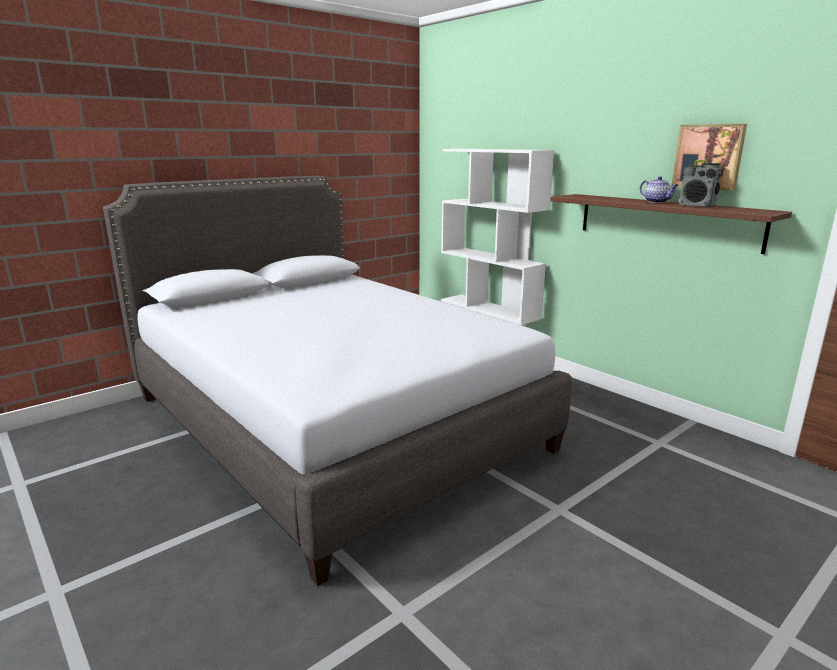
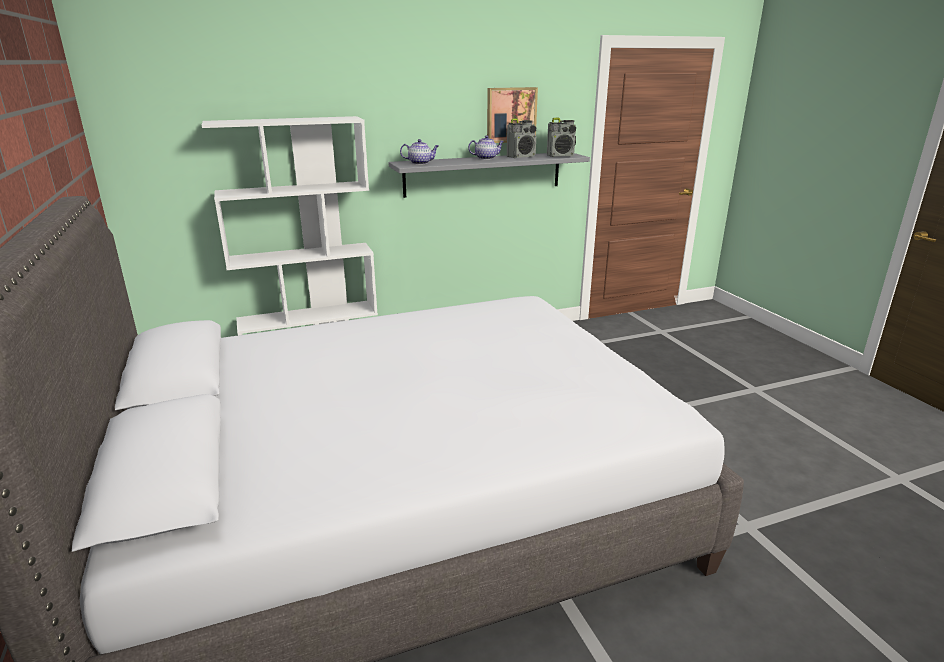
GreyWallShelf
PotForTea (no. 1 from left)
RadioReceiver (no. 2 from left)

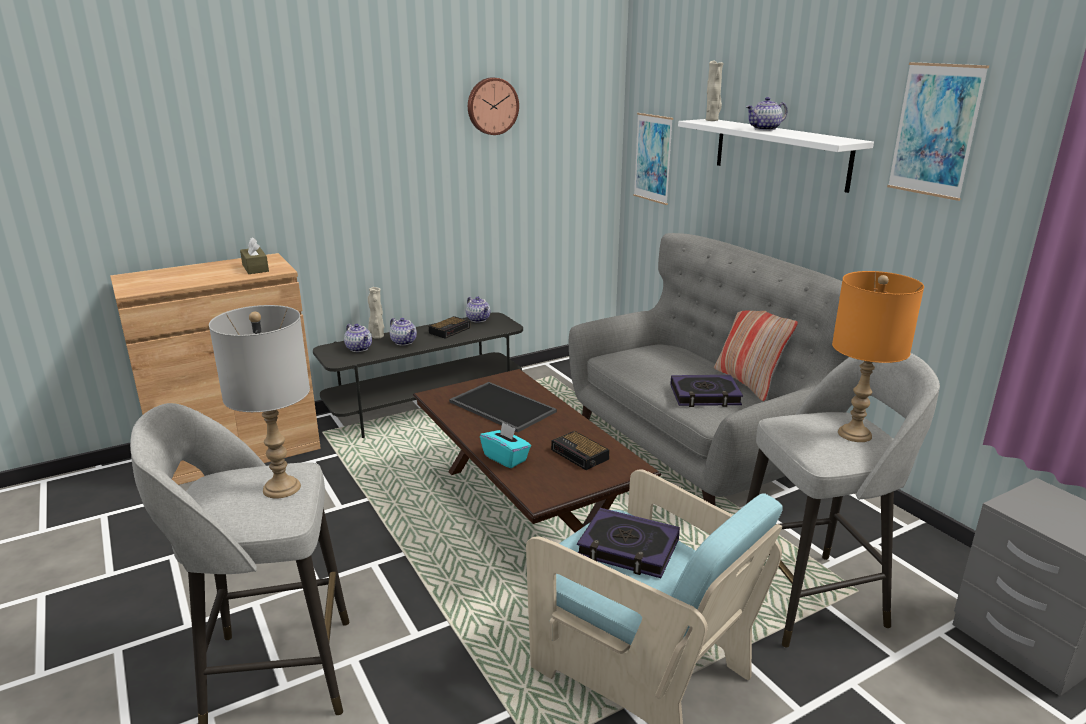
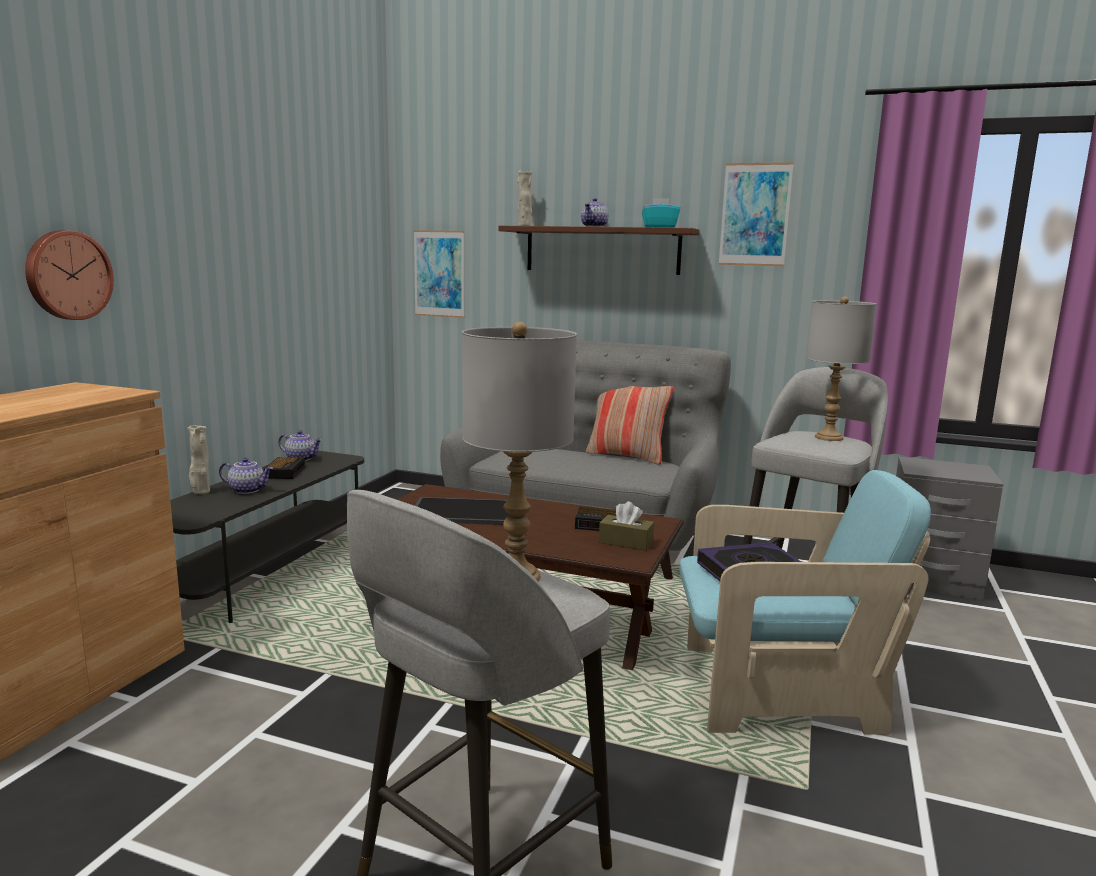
ClockOnTheWall
BrownWallShelf
BrownTissueBox
TurquoiseTissueBox
GreyTableLamp (no. 2 from left)
PotForTea (no. 1 from left in the first image)
Book (no. 2 from left in the first image)

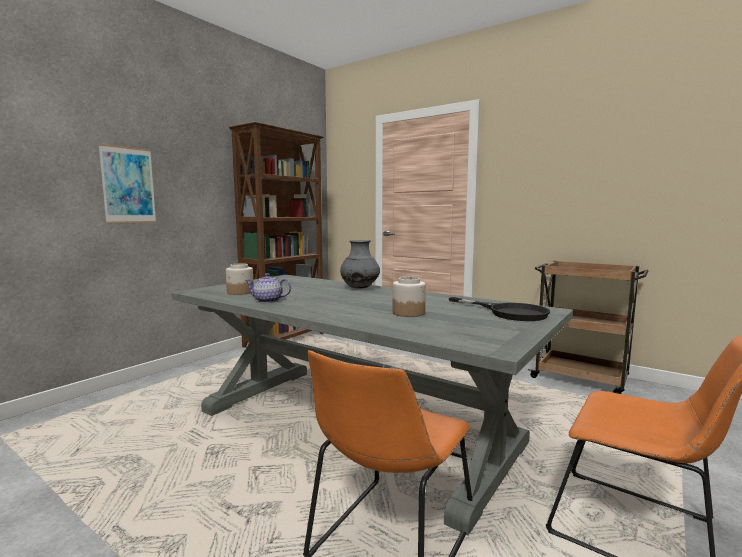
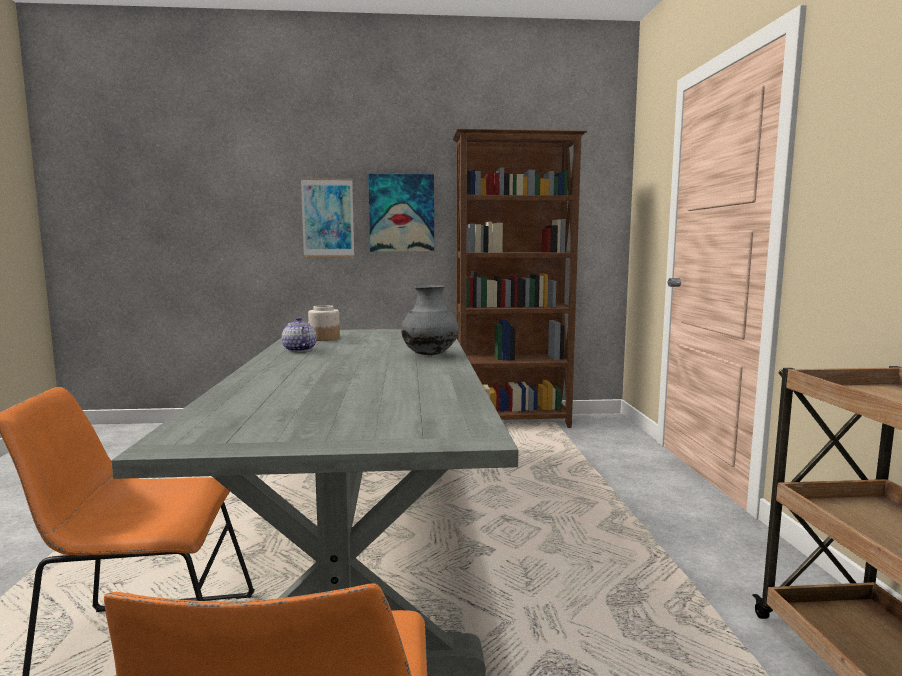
WallArt (no. 2 from left)
Jar (no. 2 from left in the first image)
BlackishPan

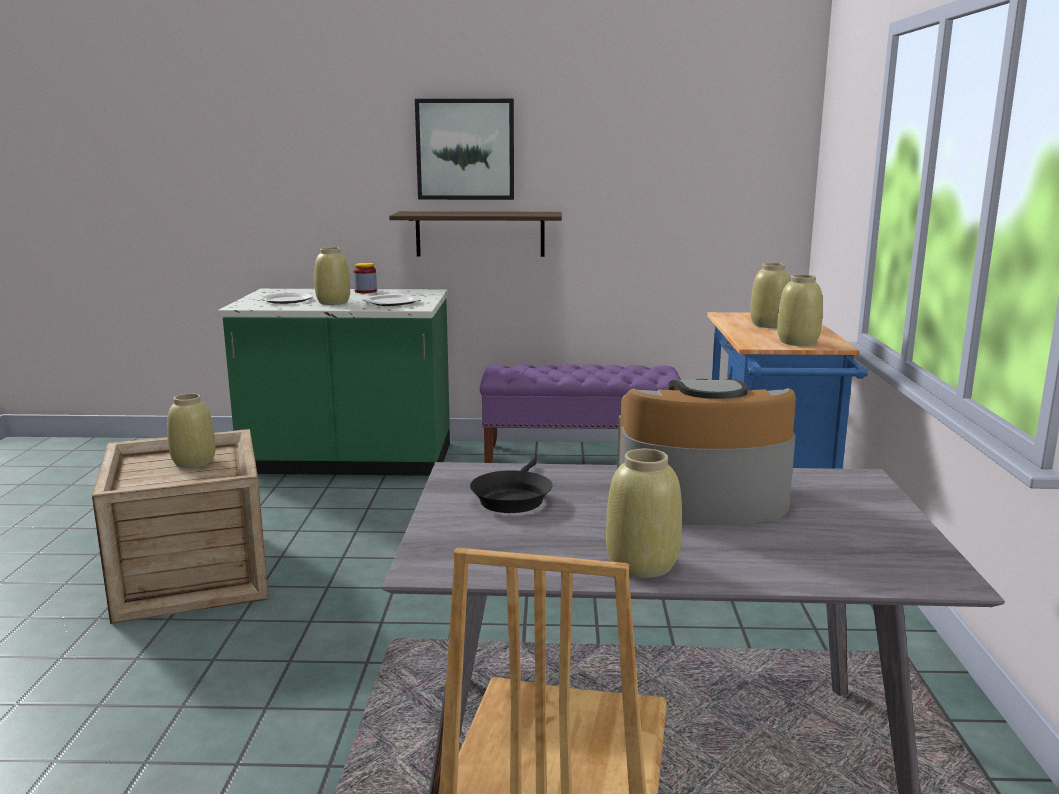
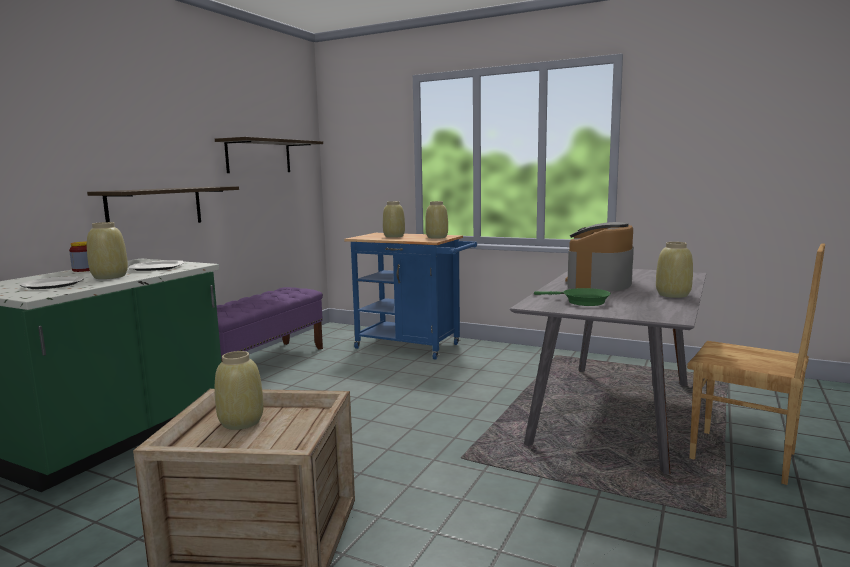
WallShelf (no. 2 from left)
GreenPan
WallArt

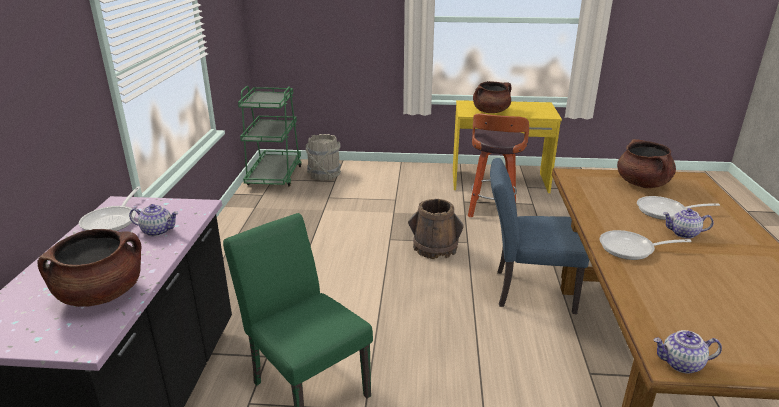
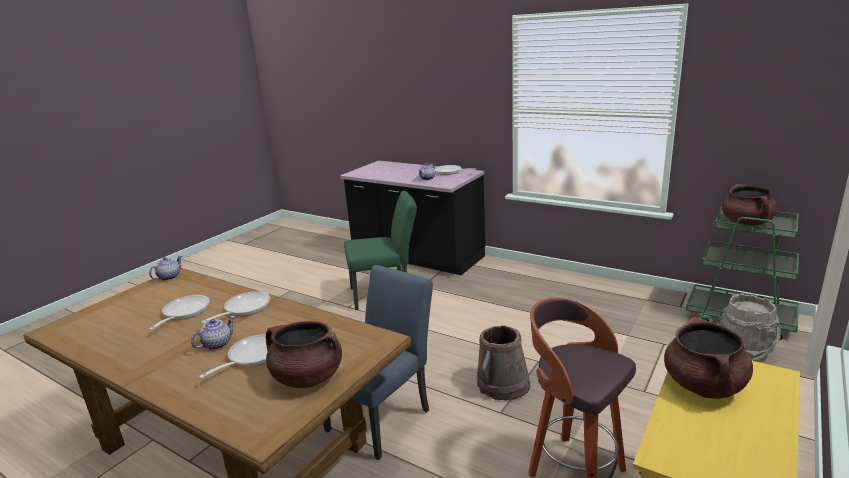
Pan (no. 1 from left)
BrownSaucepot (no. 3 from left)

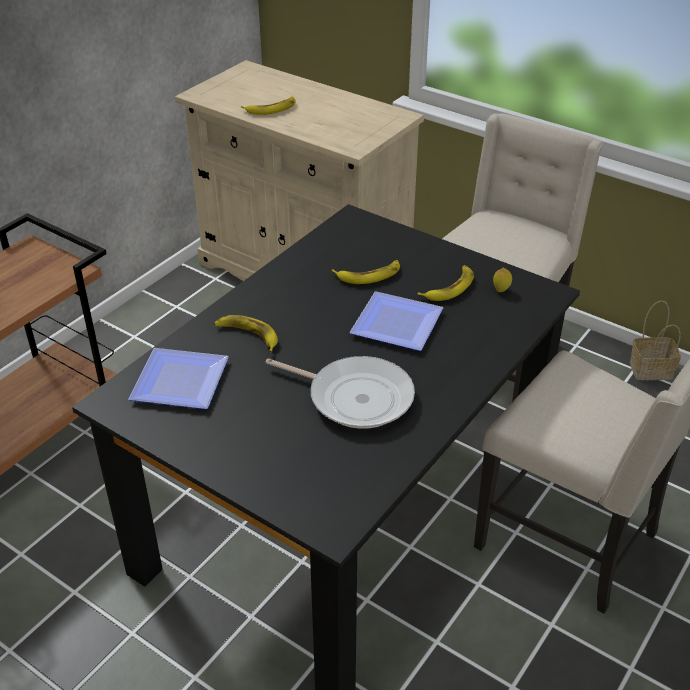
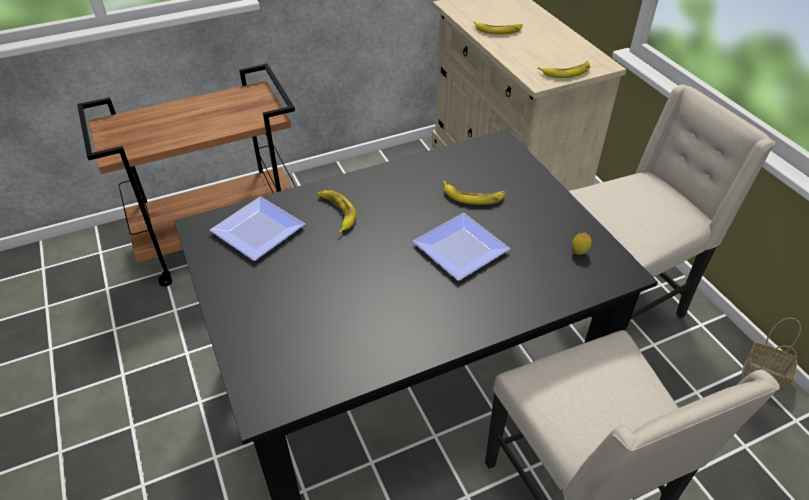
BananaFruit (no. 4 from left)
Pan

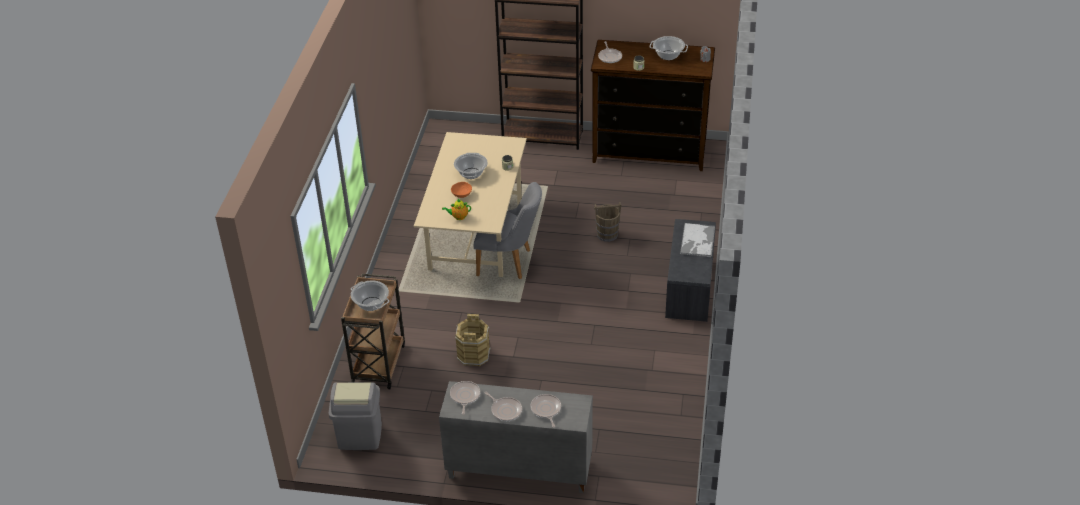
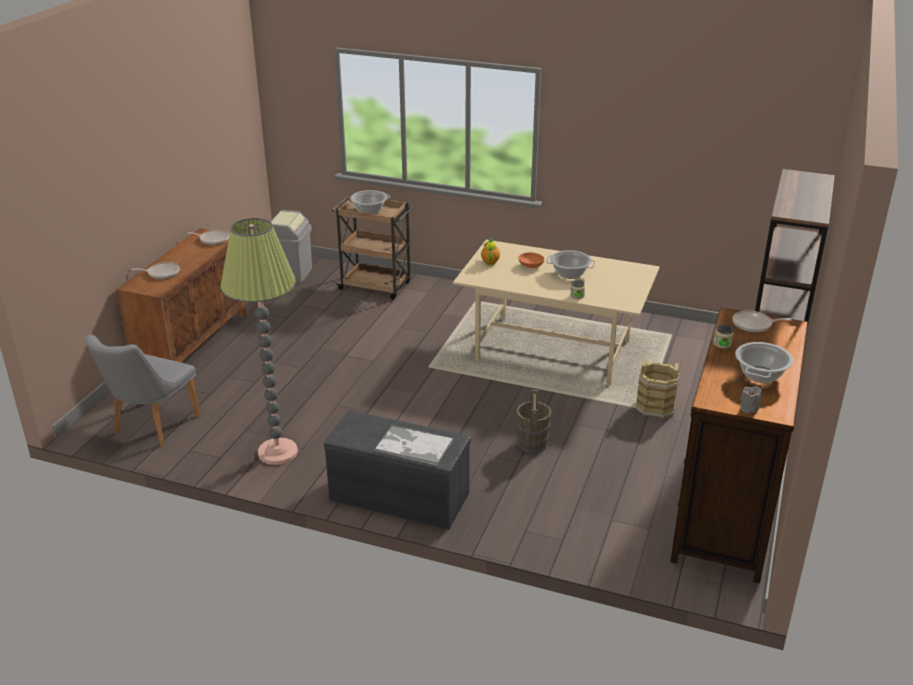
GreyChair
BrownCupboard
StandingLamp
BrownBucket (no. 2 from left)
Pan (no. 2 from left in the first image)

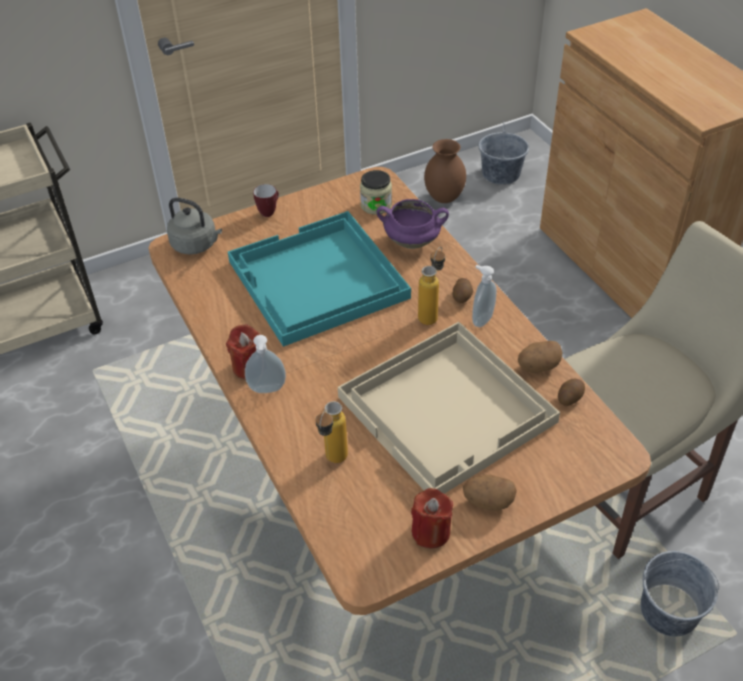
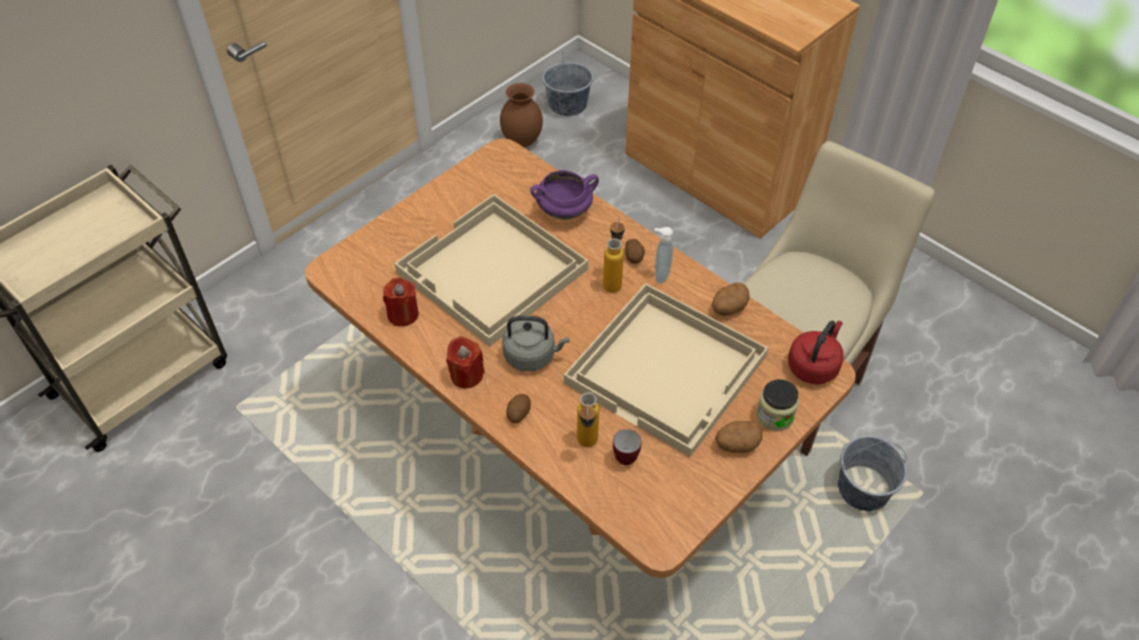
ReddishWaxLight (no. 1 from left)
SandColouredCarryingTray (no. 1 from left)
GreyWaterKettle
Spud (no. 1 from left)
CoffeeMug
Jar
ReddishWaterKettle
LiquidSoapBottle (no. 1 from left in the first image)

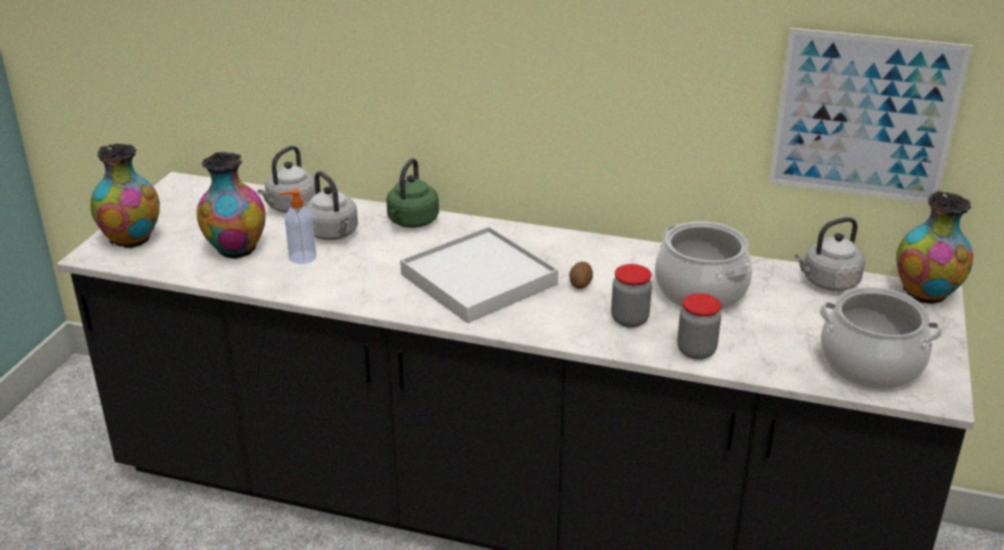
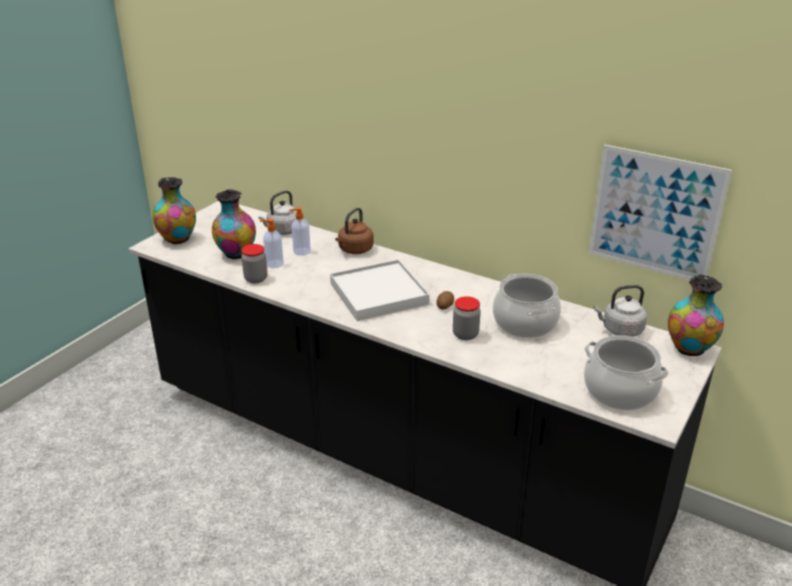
Jar (no. 1 from left)
LiquidSoapBottle (no. 2 from left)
BrownWaterKettle

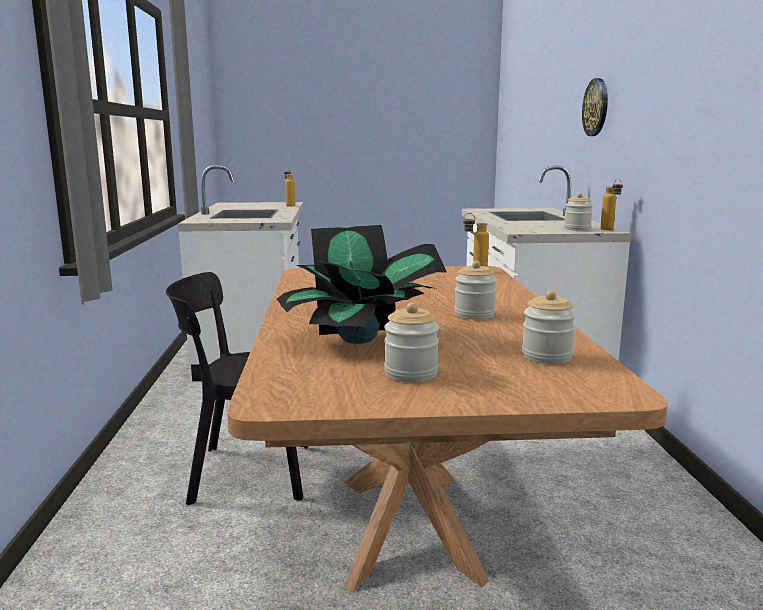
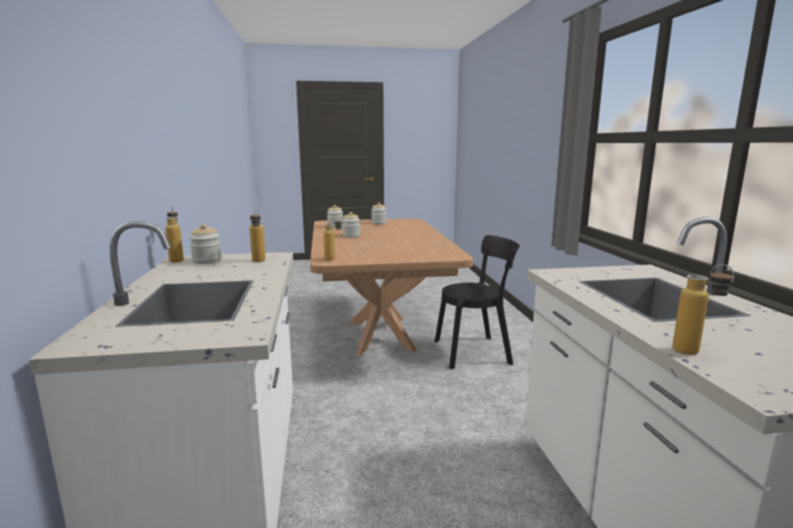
BeverageBottle (no. 2 from left)
PlantInAPot
ClockOnTheWall

